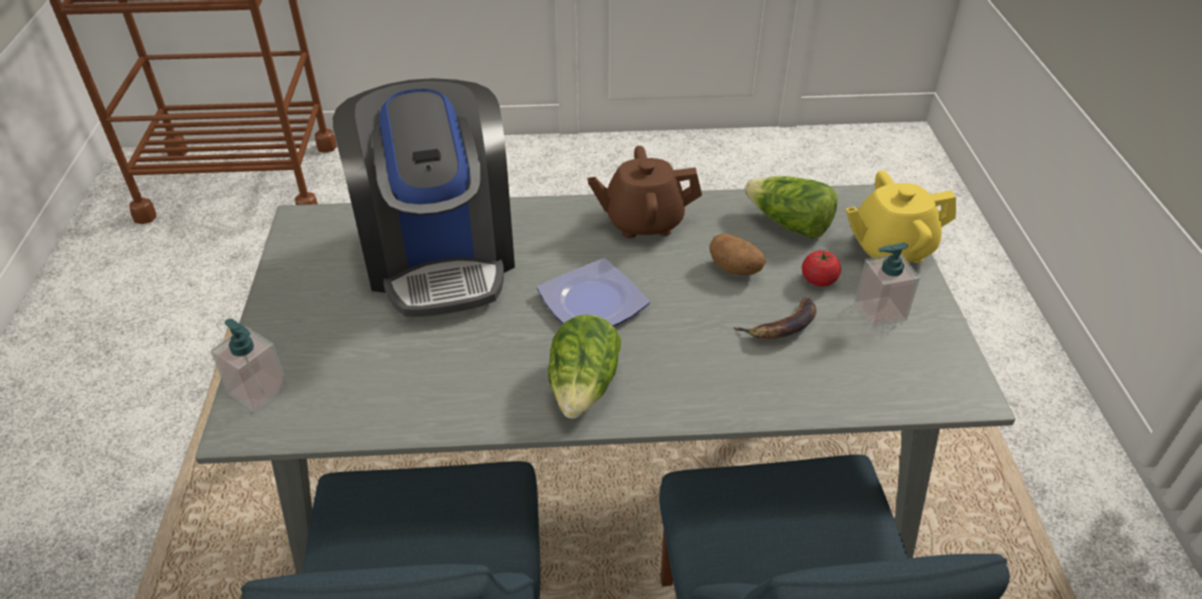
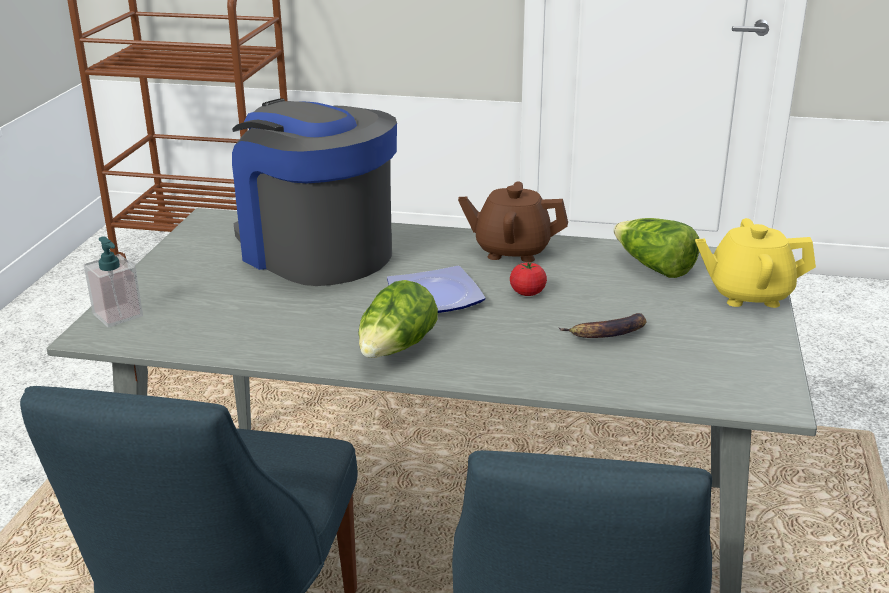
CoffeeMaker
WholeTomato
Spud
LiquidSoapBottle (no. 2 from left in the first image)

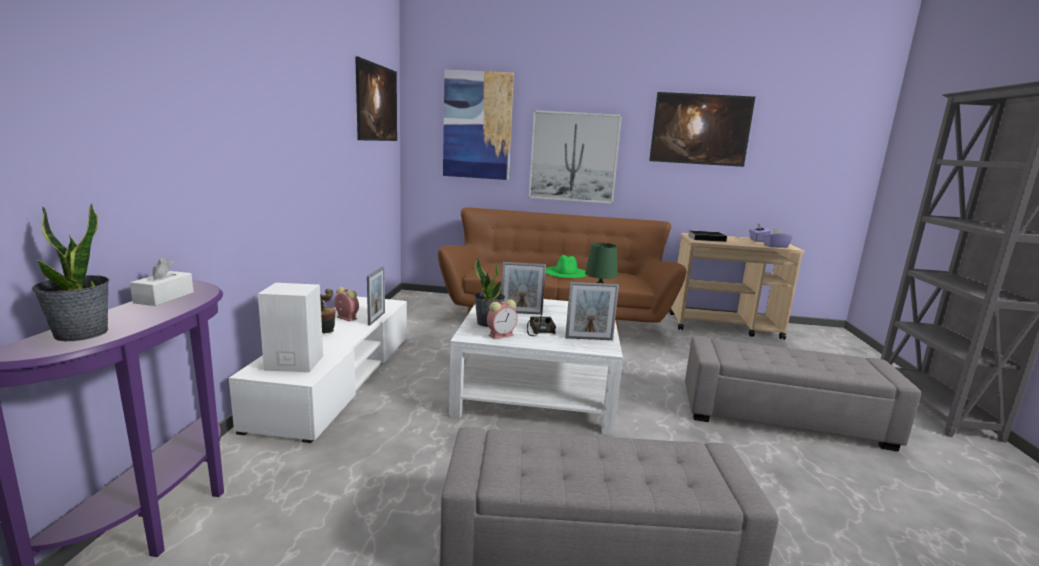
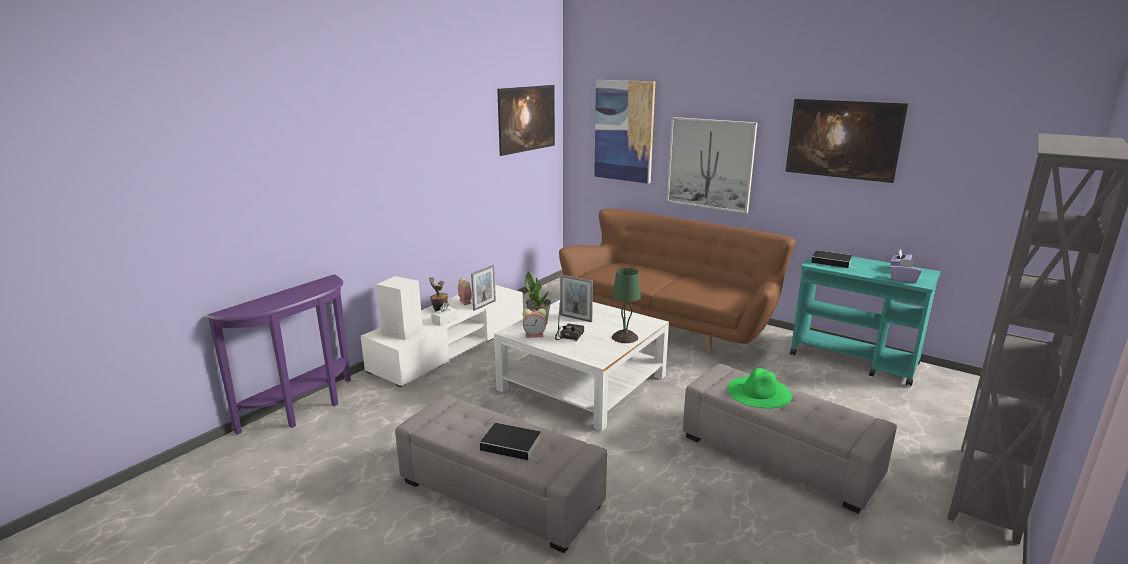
WhitishTissueBox
Book (no. 1 from left)
GreenClothingHat
TurquoiseCart
PlantInAPot (no. 1 from left in the first image)
StandingFrame (no. 3 from left in the first image)

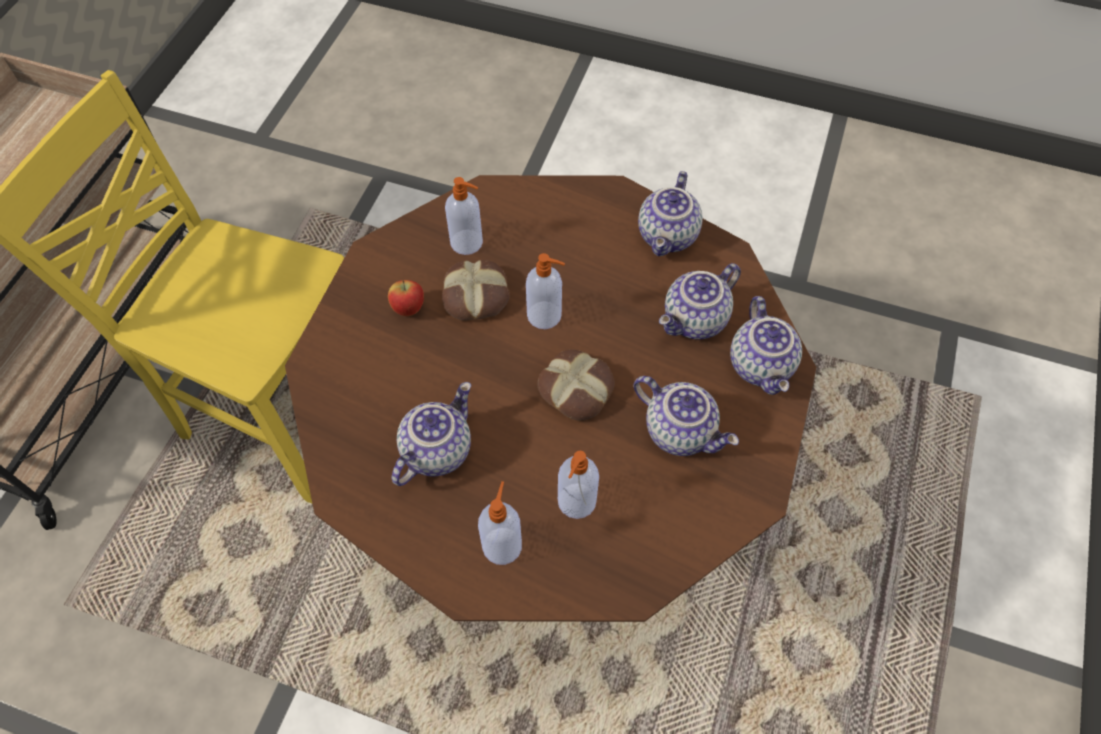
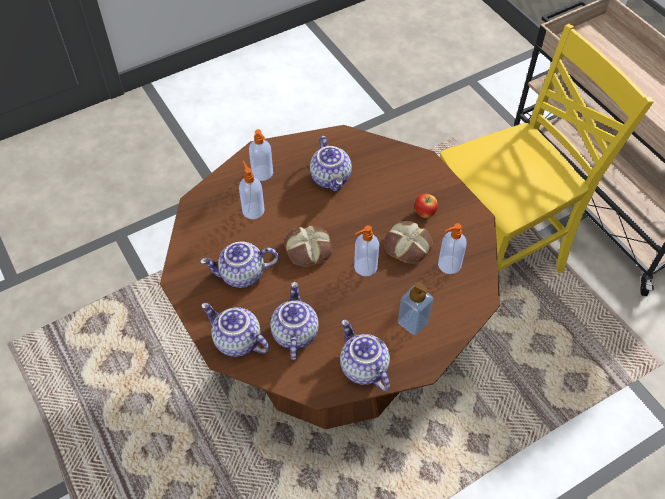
LiquidSoapBottle (no. 4 from left)

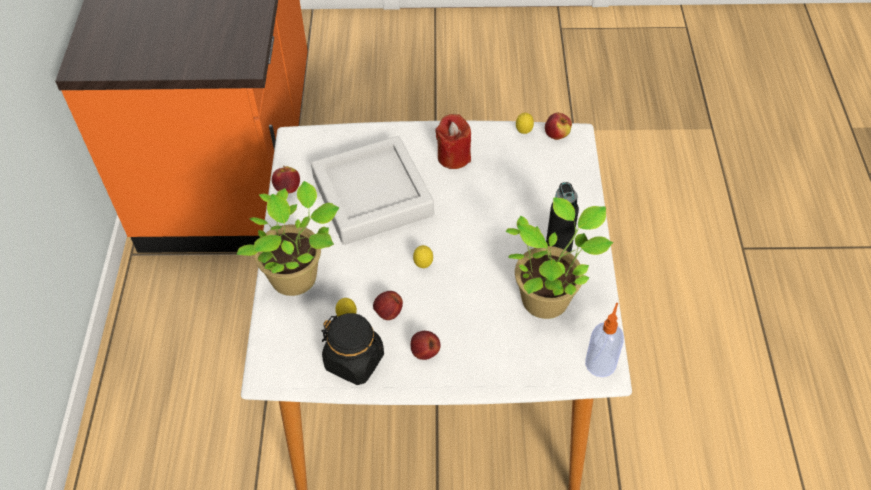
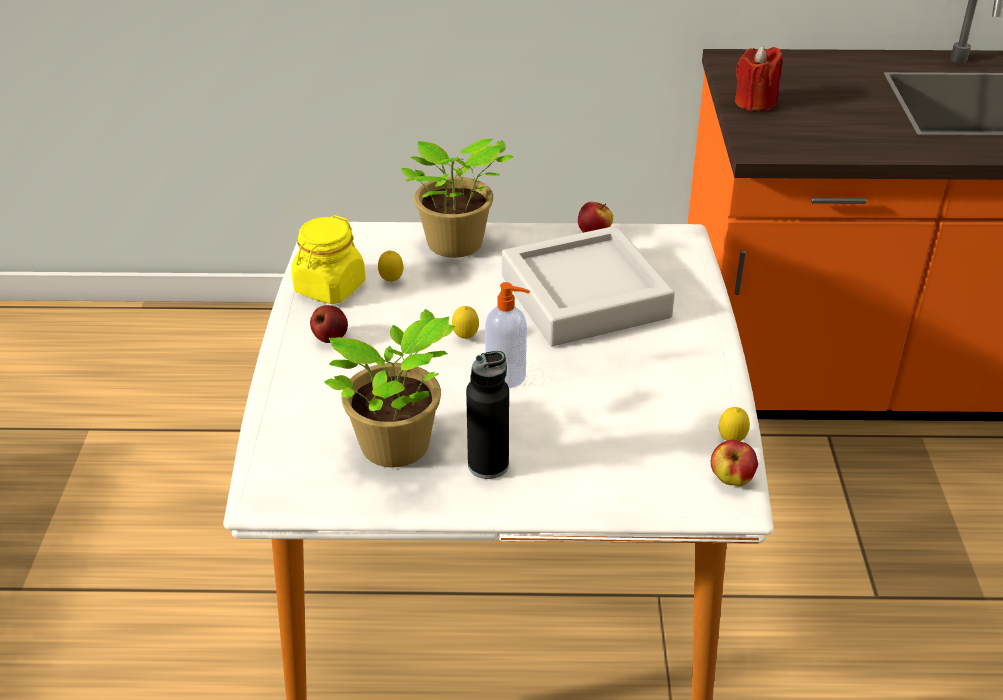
YellowishJar
LiquidSoapBottle
ReddishWaxLight
Apple (no. 2 from left in the first image)

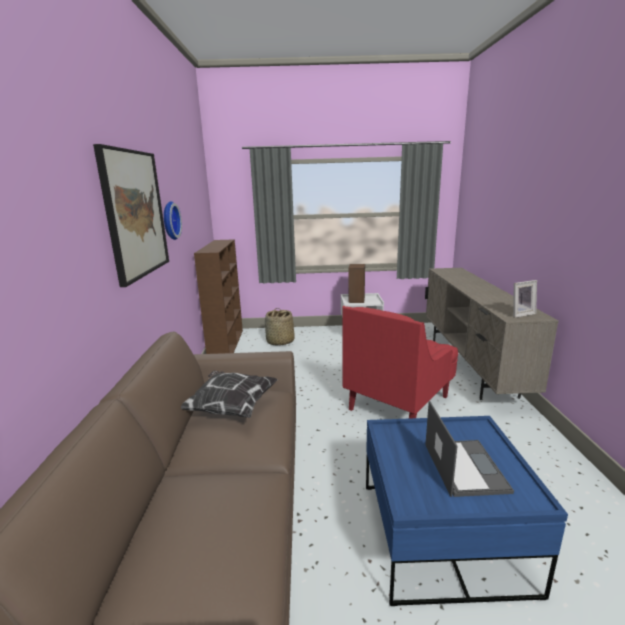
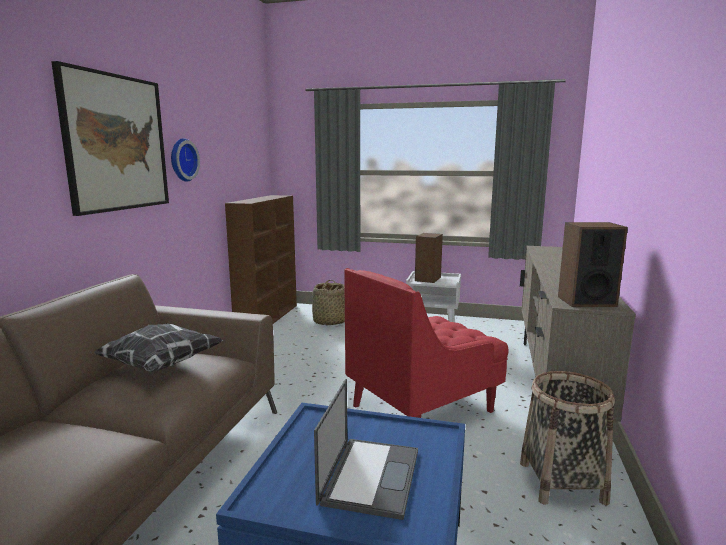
Basket (no. 2 from left)
Loudspeaker (no. 2 from left)

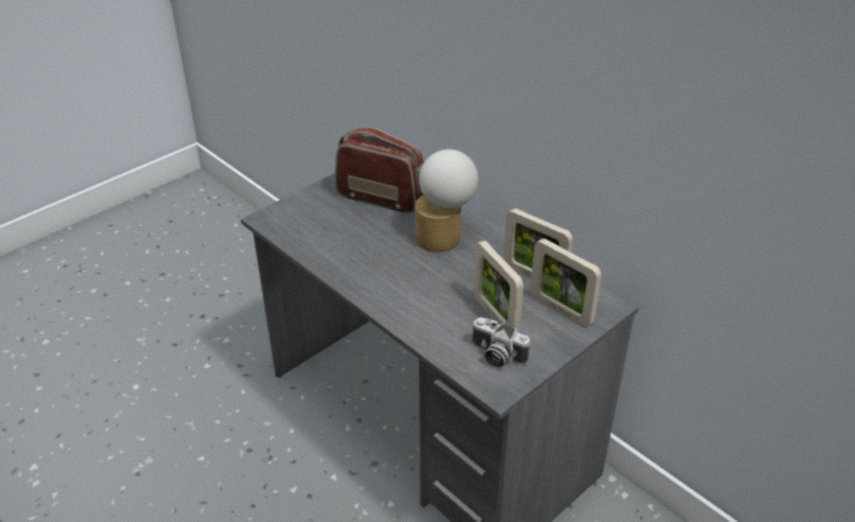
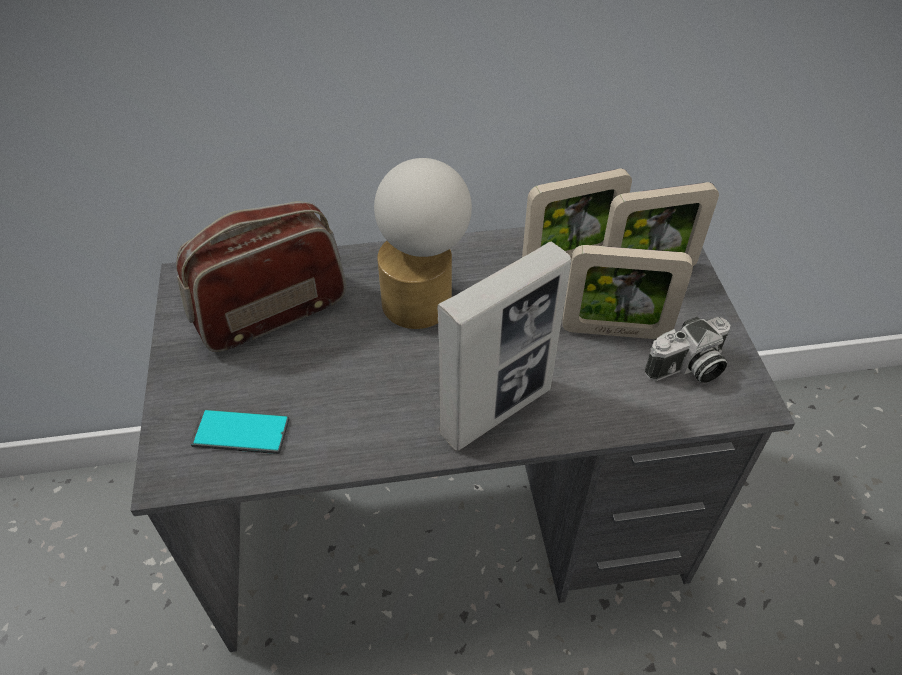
Telephone
StandingFrame (no. 1 from left)

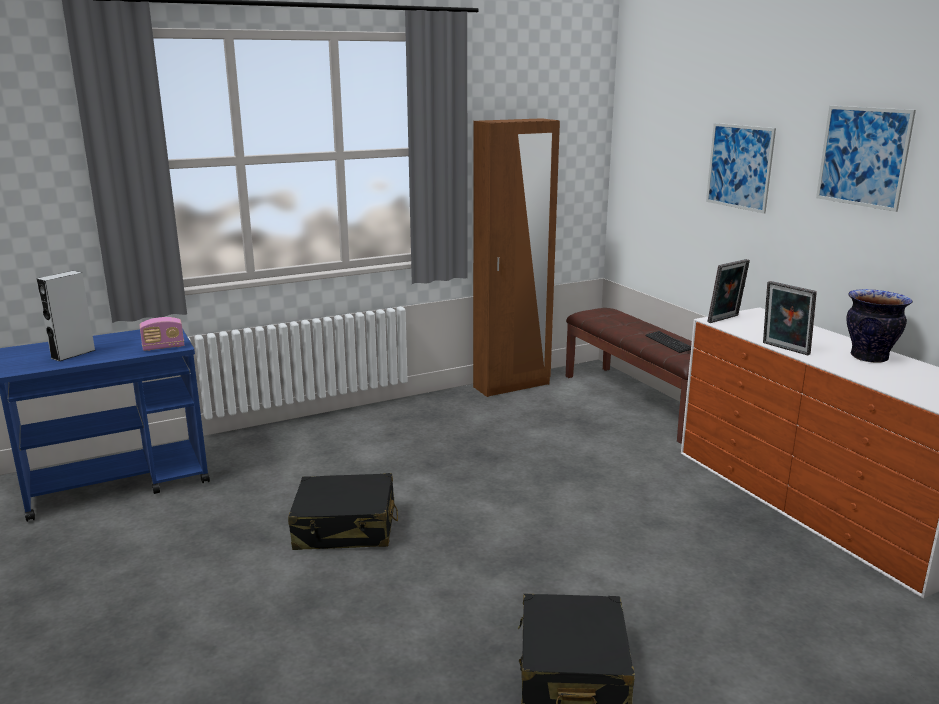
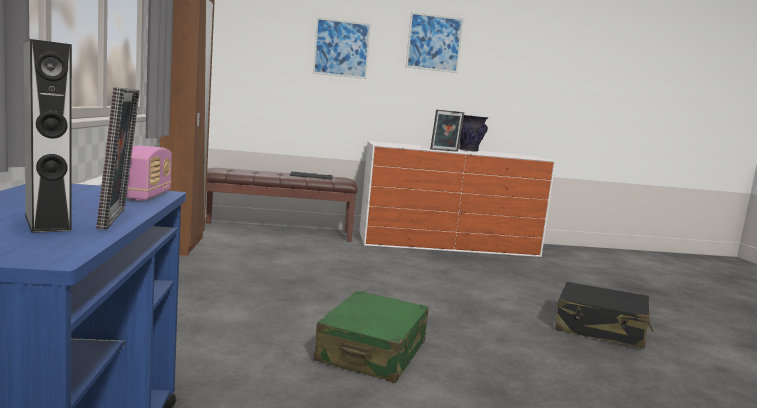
StandingFrame (no. 1 from left)
GreenPieceOfLuggage

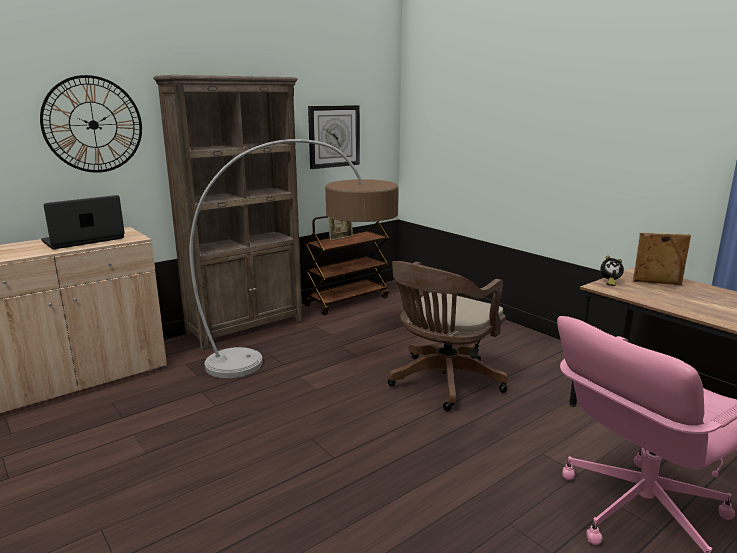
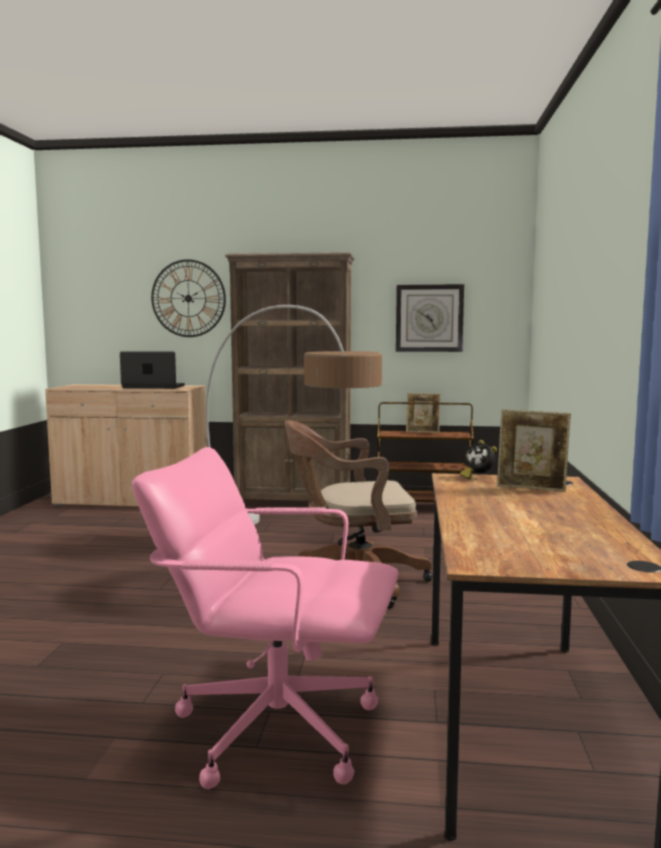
StandingFrame (no. 2 from left)

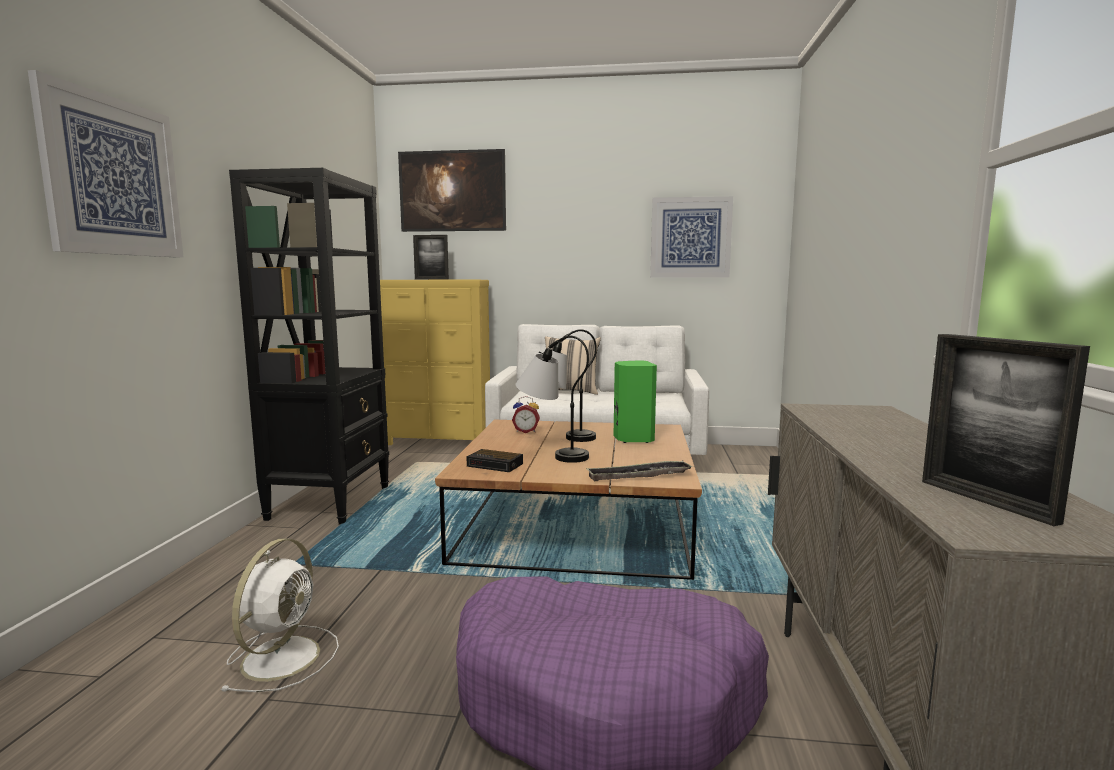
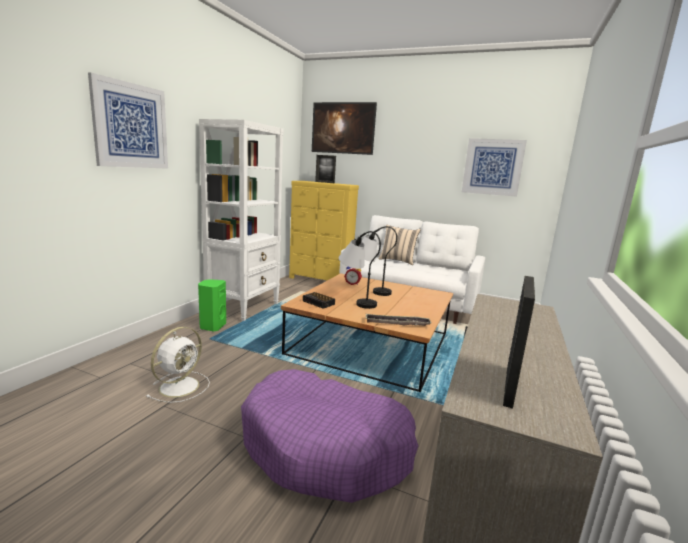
GreenLoudspeaker
WhitishBookcase
StandingFrame (no. 2 from left)

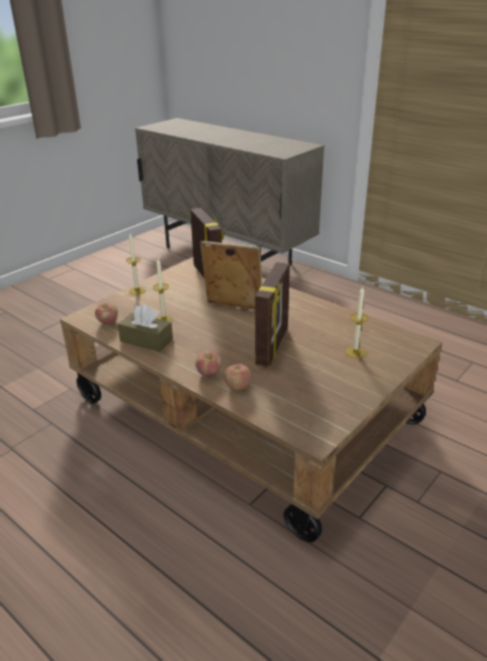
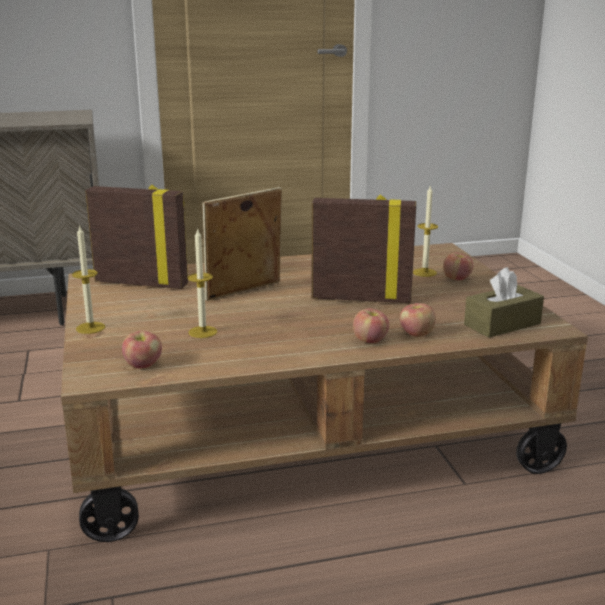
StandingFrame (no. 3 from left)
Apple (no. 4 from left)
BrownTissueBox

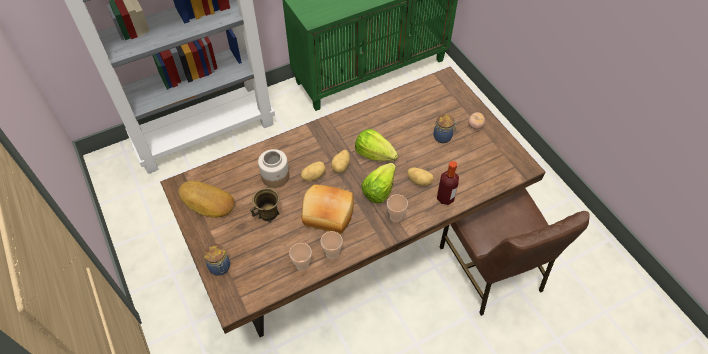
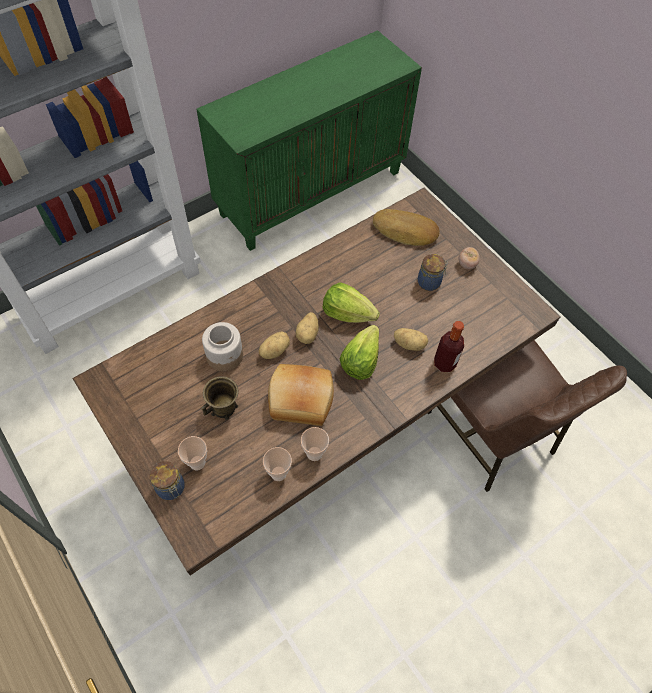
SmallCup (no. 1 from left)
BakeryBread (no. 2 from left)

